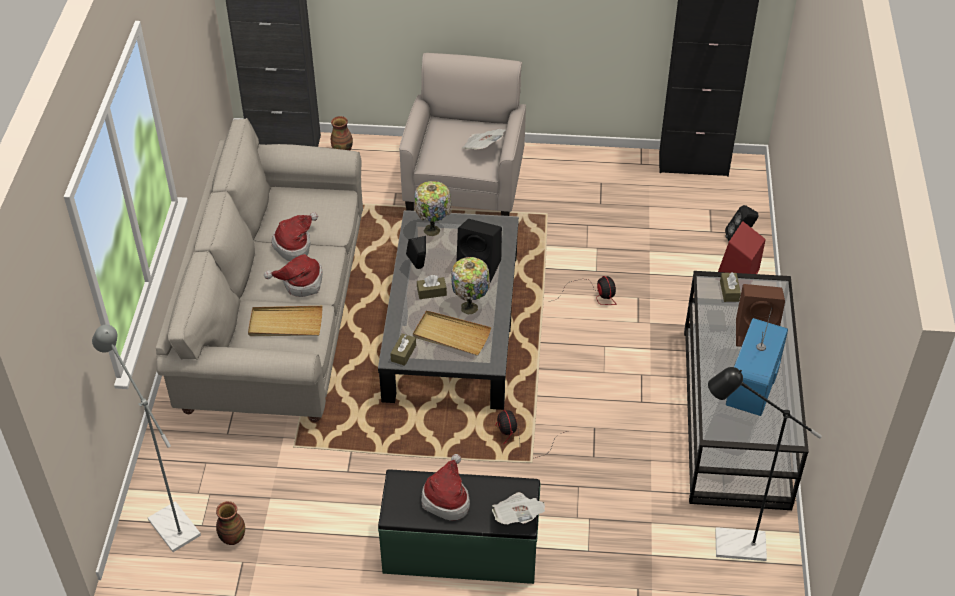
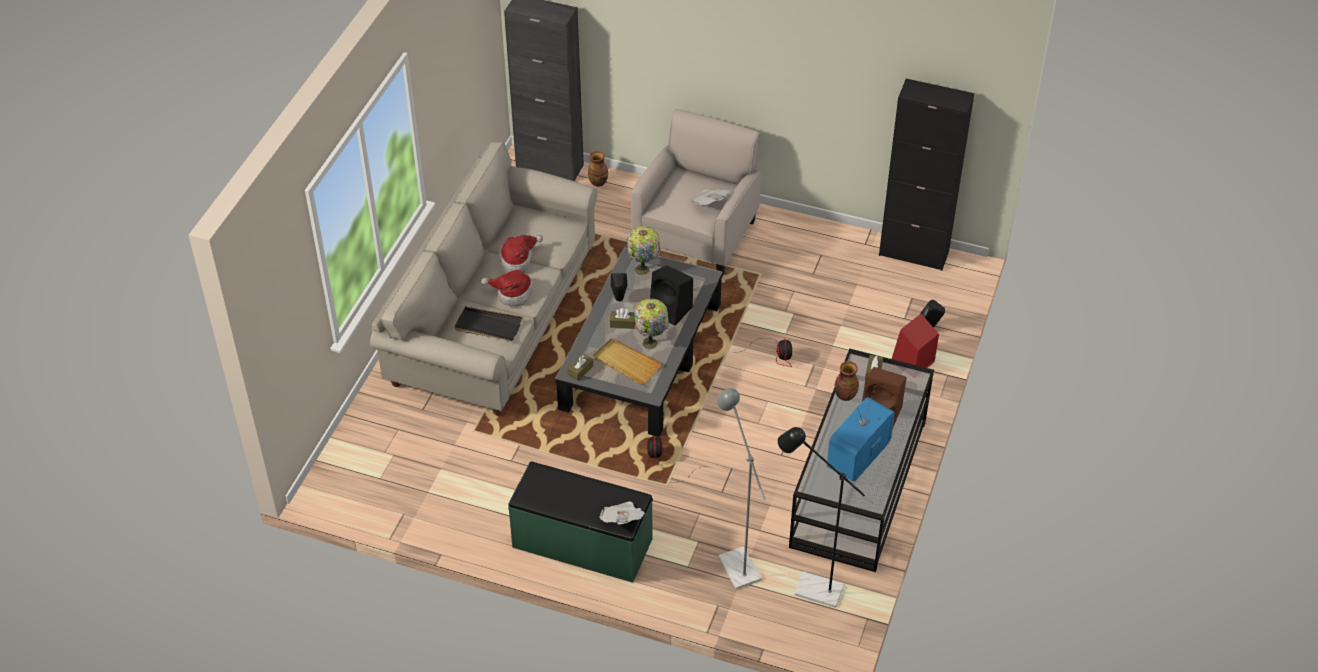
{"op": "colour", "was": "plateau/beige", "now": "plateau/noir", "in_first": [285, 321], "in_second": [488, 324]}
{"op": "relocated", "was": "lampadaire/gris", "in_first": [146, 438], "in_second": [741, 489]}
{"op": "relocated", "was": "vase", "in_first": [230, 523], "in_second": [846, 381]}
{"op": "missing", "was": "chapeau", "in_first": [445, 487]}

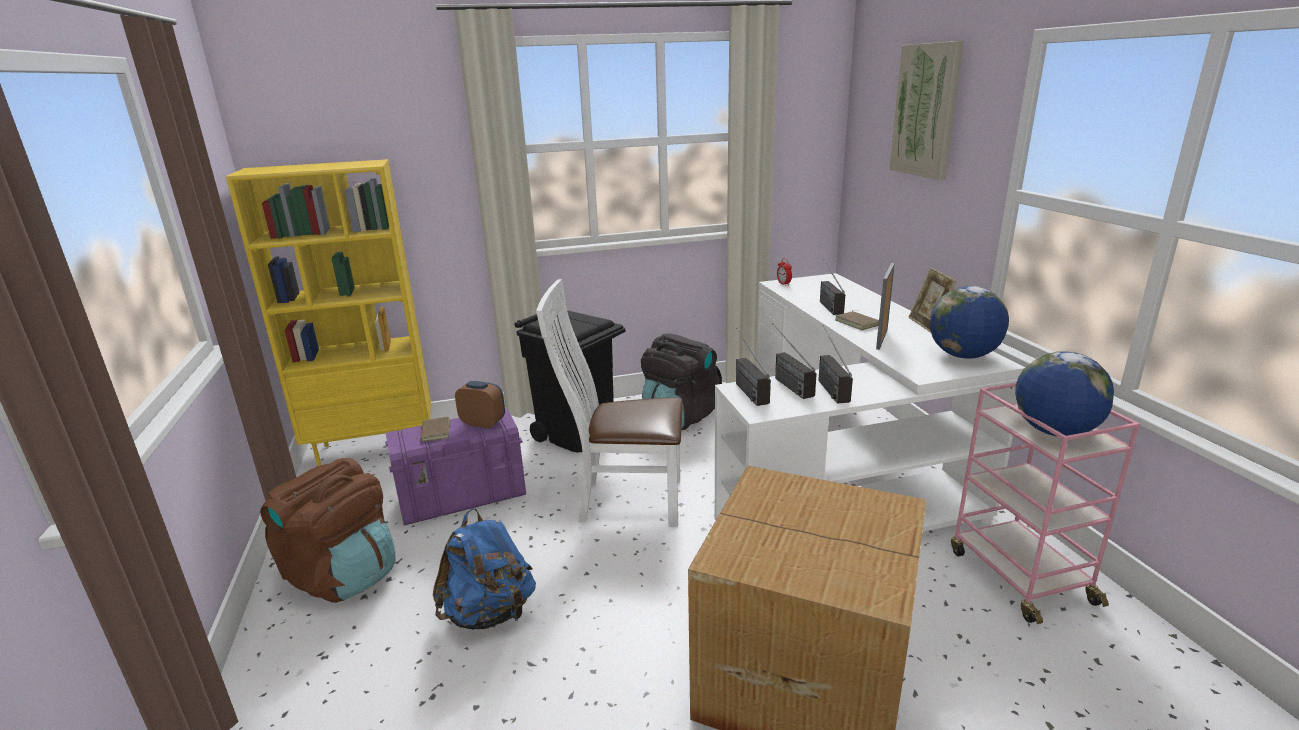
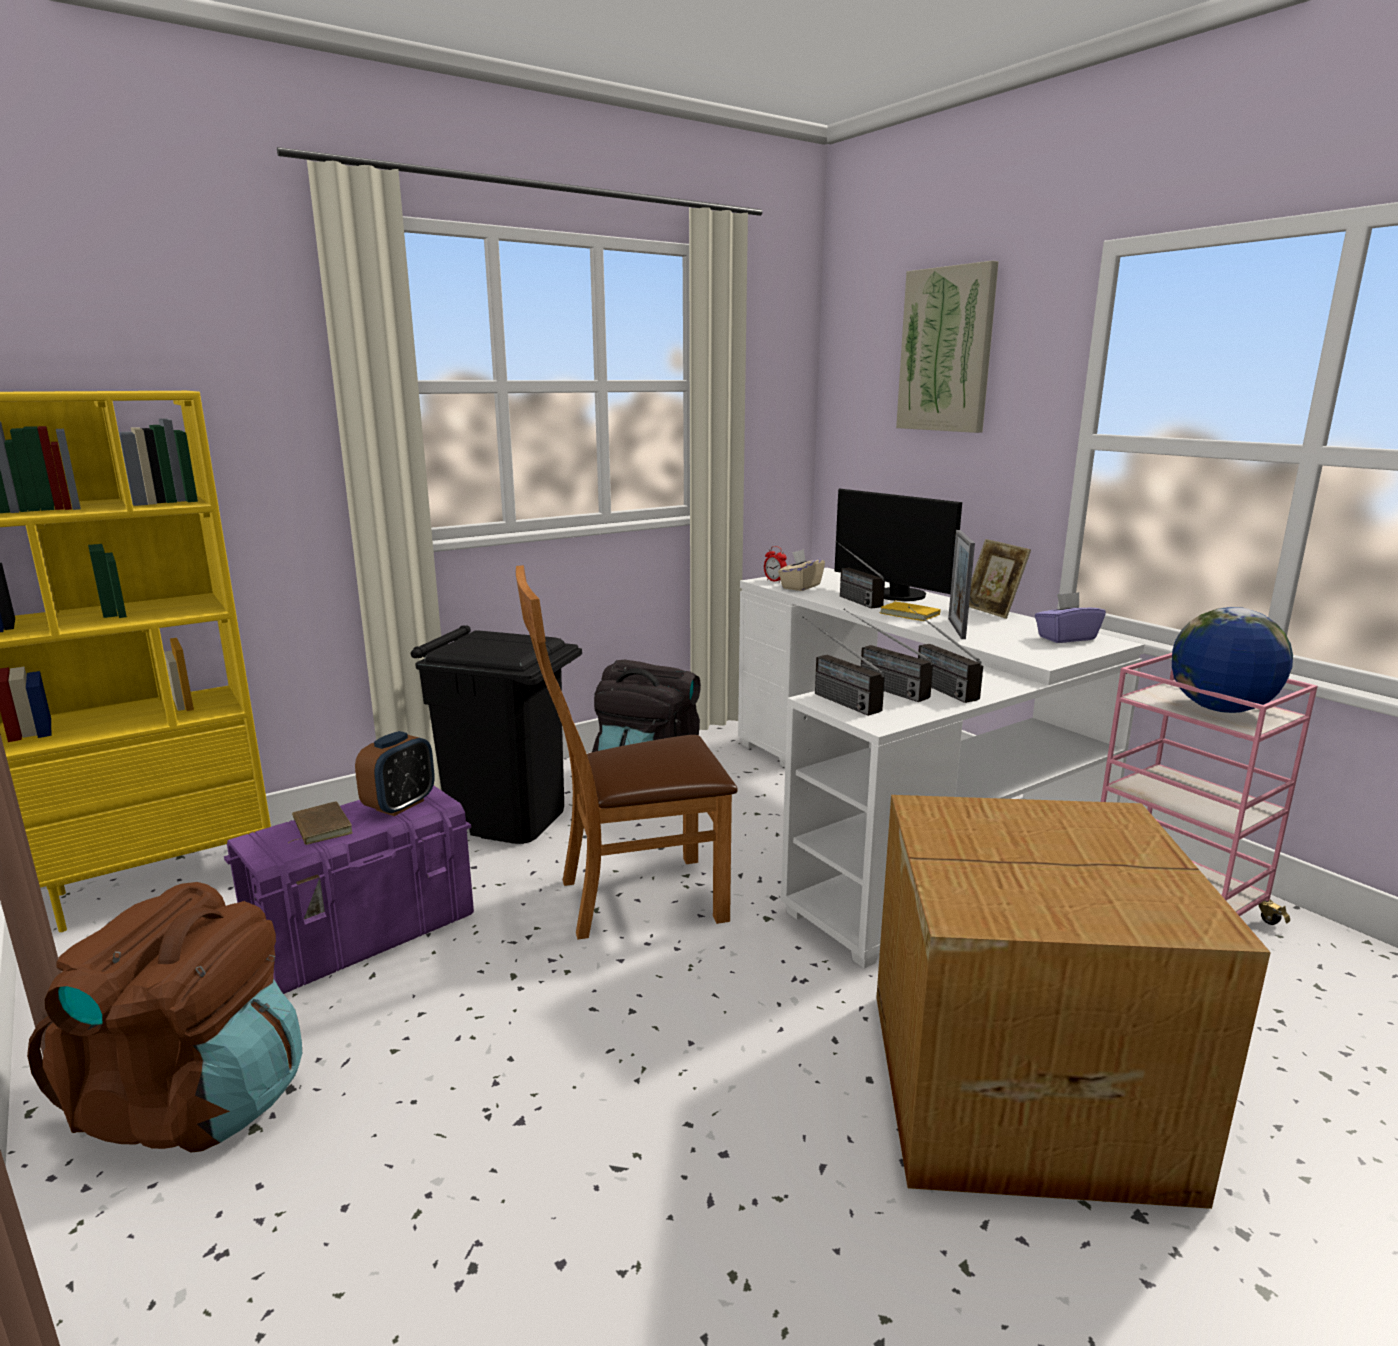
{"op": "spun", "was": "réveil", "in_first": [480, 405], "in_second": [395, 773], "clockwise": 120}
{"op": "colour", "was": "chaise/blanc", "now": "chaise/marron", "in_first": [609, 403], "in_second": [627, 752]}
{"op": "appeared", "now": "boîte à mouchoirs/beige", "in_second": [801, 570]}
{"op": "appeared", "now": "écran d'ordinateur", "in_second": [898, 544]}
{"op": "colour", "was": "livre/marron", "now": "livre/jaune", "in_first": [857, 320], "in_second": [910, 610]}
{"op": "exchanged", "was": "globe", "now": "boîte à mouchoirs/violet", "in_first": [969, 322], "in_second": [1070, 617]}
{"op": "missing", "was": "sac à dos/bleu", "in_first": [484, 569]}

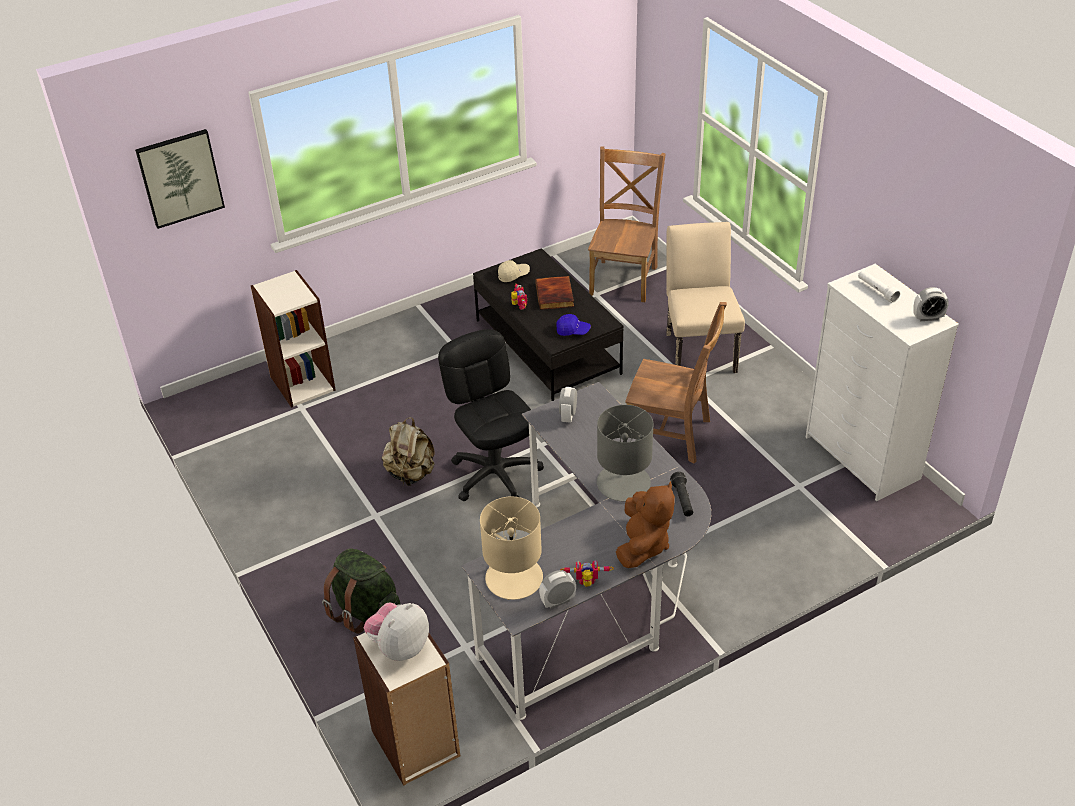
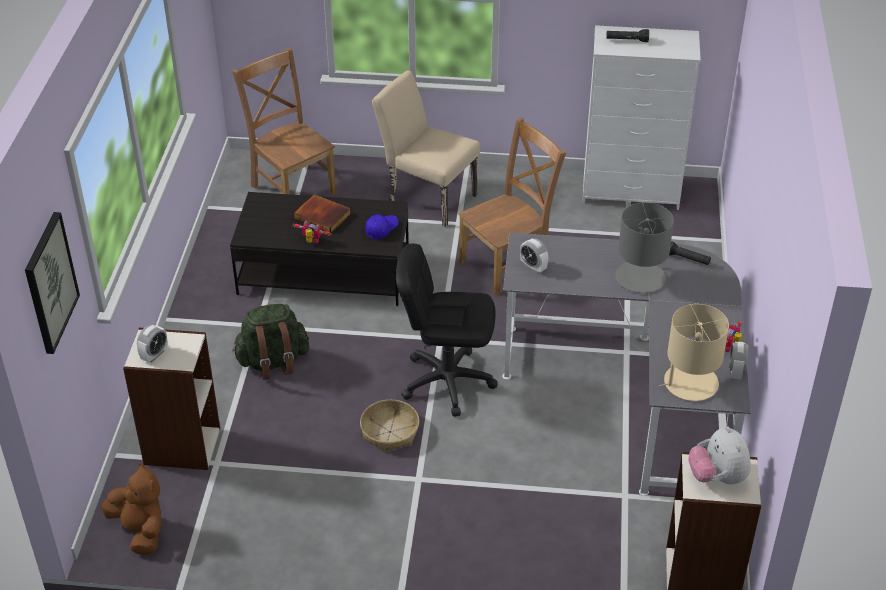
{"op": "relocated", "was": "peluche/marron", "in_first": [645, 524], "in_second": [131, 509]}
{"op": "relocated", "was": "réveil", "in_first": [931, 304], "in_second": [152, 343]}
{"op": "relocated", "was": "sac à dos/vert", "in_first": [361, 591], "in_second": [271, 342]}
{"op": "exchanged", "was": "sac à dos/beige", "now": "panier", "in_first": [408, 452], "in_second": [390, 426]}
{"op": "colour", "was": "lampe de poche/blanc", "now": "lampe de poche/noir", "in_first": [879, 286], "in_second": [627, 35]}
{"op": "missing", "was": "casquette/beige", "in_first": [514, 271]}

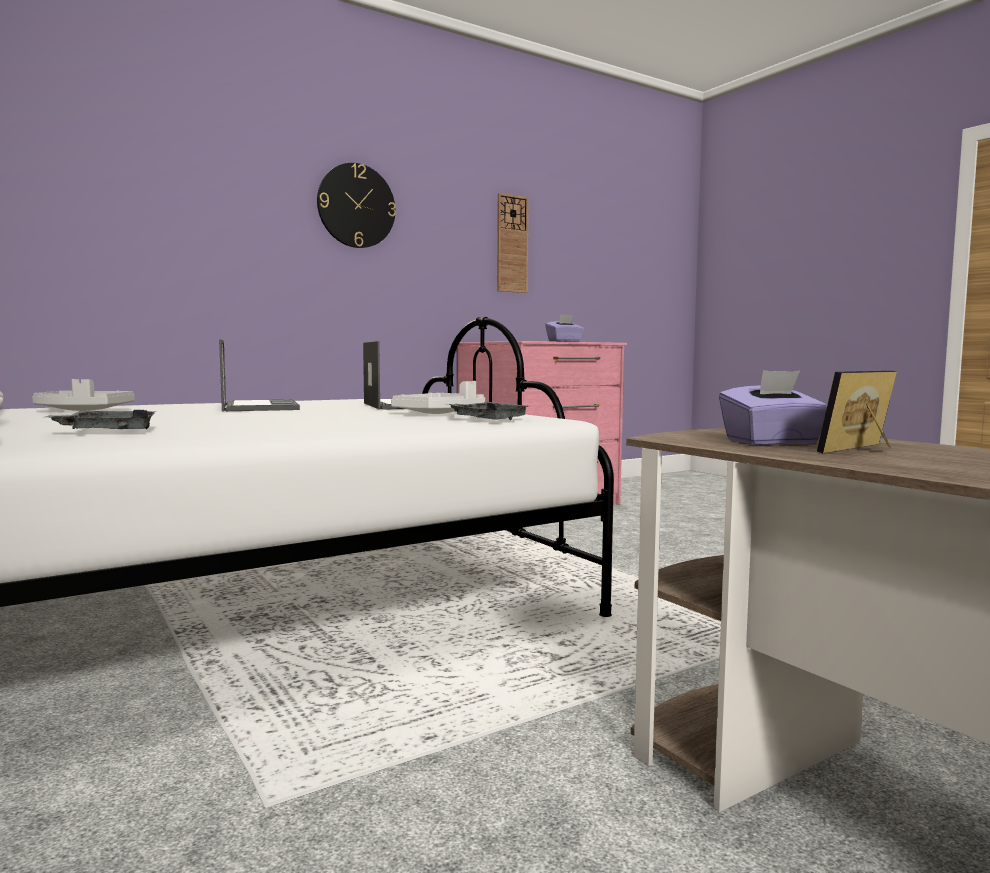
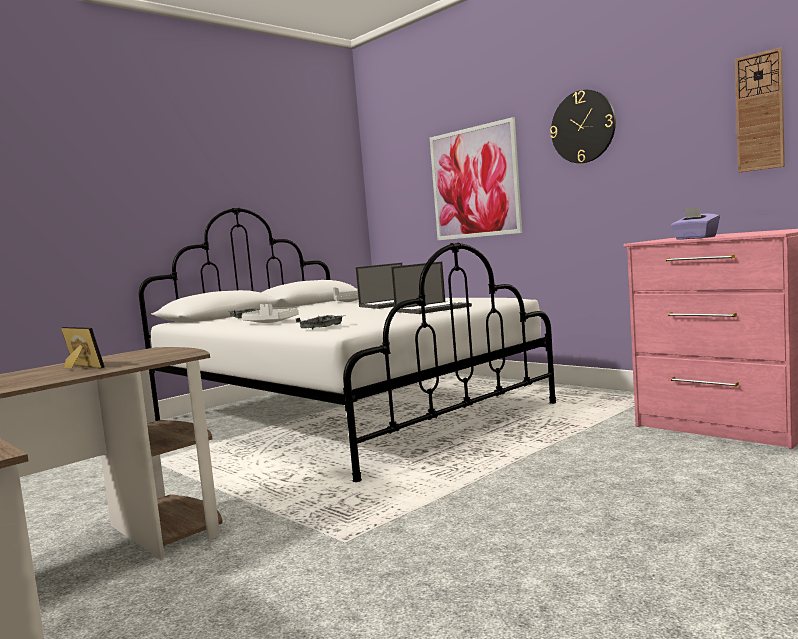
{"op": "relocated", "was": "plateau/blanc", "in_first": [438, 397], "in_second": [270, 313]}
{"op": "appeared", "now": "tableau", "in_second": [476, 178]}
{"op": "missing", "was": "boîte à mouchoirs/violet", "in_first": [773, 407]}

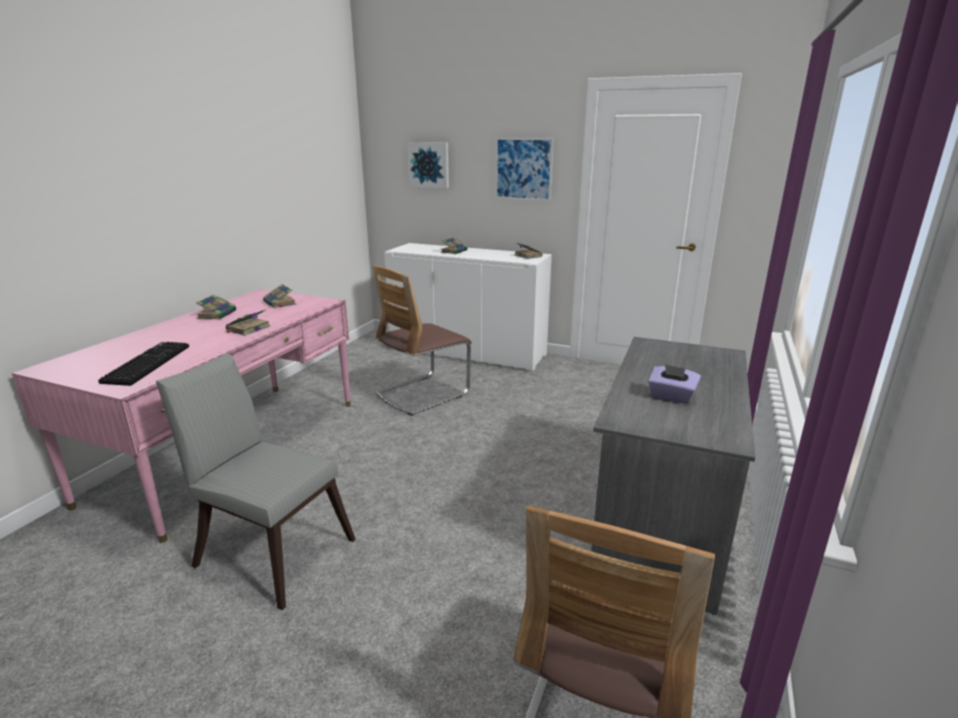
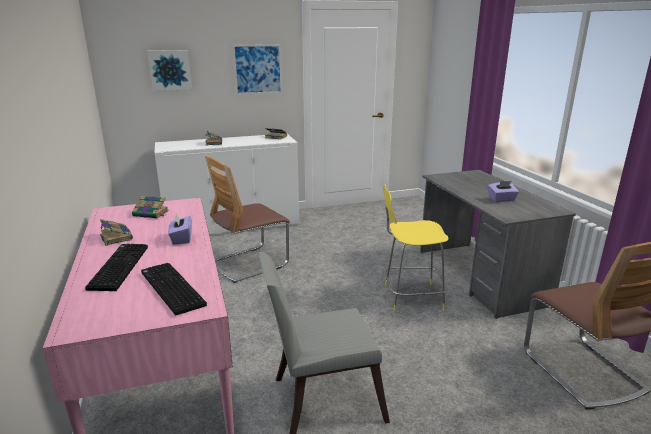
{"op": "appeared", "now": "clavier", "in_second": [116, 267]}
{"op": "exchanged", "was": "livre", "now": "boîte à mouchoirs/violet", "in_first": [248, 322], "in_second": [180, 228]}
{"op": "spun", "was": "chaise", "in_first": [422, 341], "in_second": [247, 219], "clockwise": 45}
{"op": "appeared", "now": "tabouret/jaune", "in_second": [416, 248]}

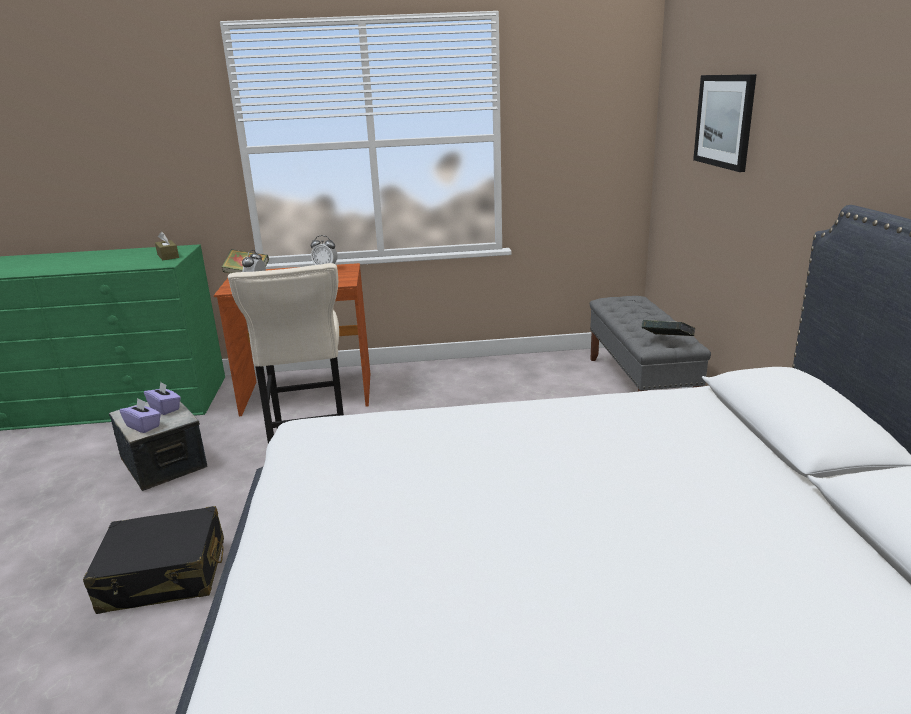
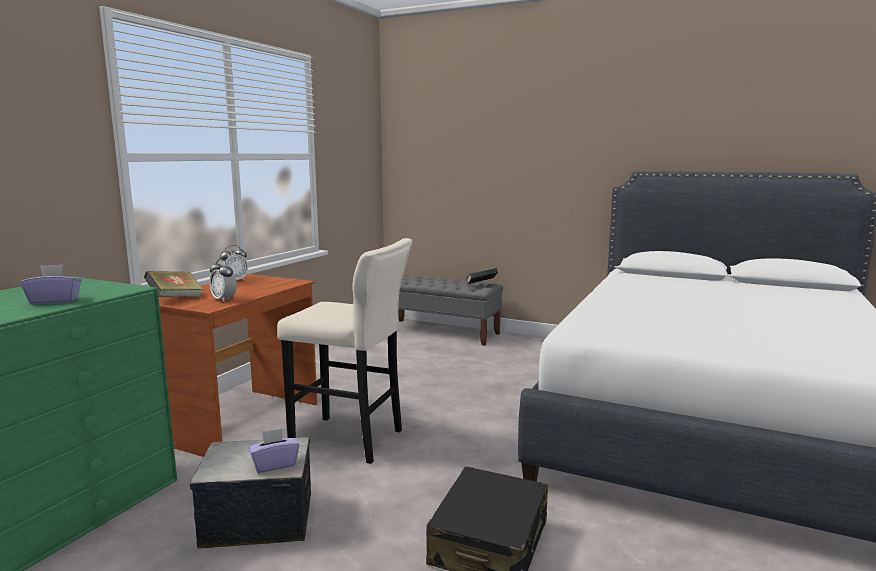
{"op": "relocated", "was": "boîte à mouchoirs/violet", "in_first": [162, 398], "in_second": [51, 284]}
{"op": "missing", "was": "boîte à mouchoirs/marron", "in_first": [167, 245]}
{"op": "missing", "was": "tableau", "in_first": [725, 123]}

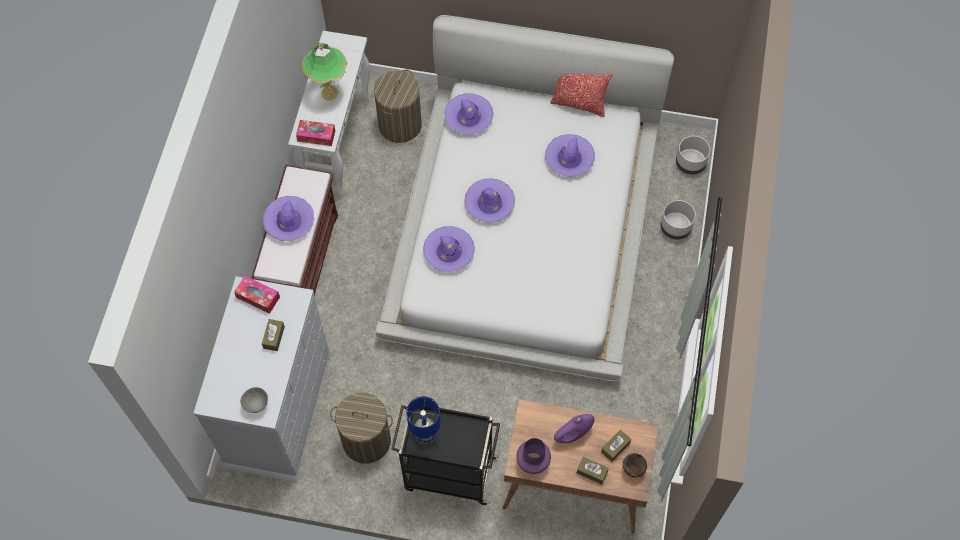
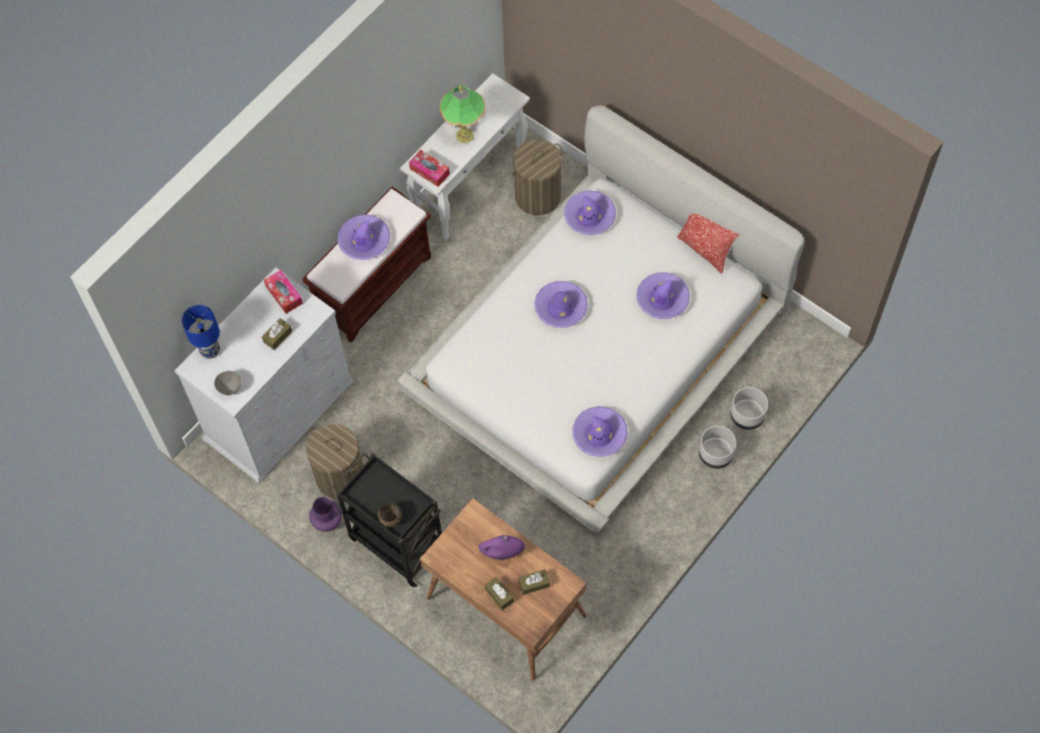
{"op": "relocated", "was": "lampe de table/bleu", "in_first": [423, 420], "in_second": [201, 332]}
{"op": "relocated", "was": "vase/violet", "in_first": [533, 456], "in_second": [325, 514]}
{"op": "relocated", "was": "bol/marron", "in_first": [635, 465], "in_second": [390, 515]}
{"op": "relocated", "was": "chapeau/violet", "in_first": [449, 249], "in_second": [600, 431]}
{"op": "relocated", "was": "cache-pot/gris", "in_first": [693, 155], "in_second": [717, 447]}

